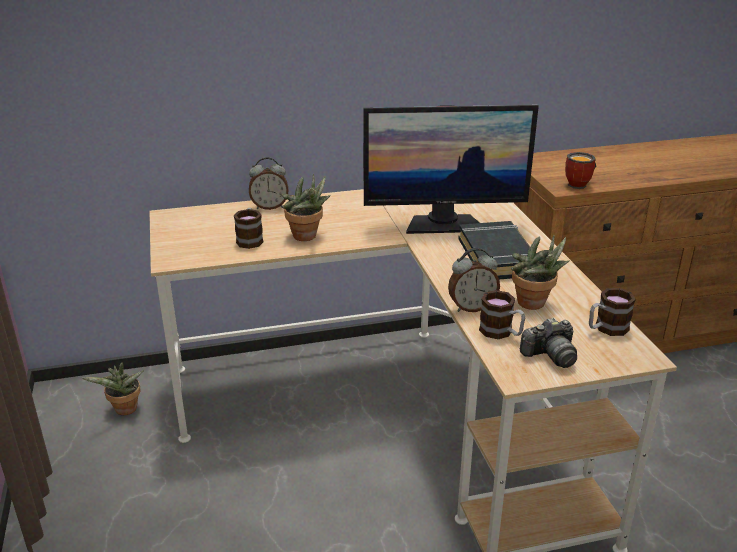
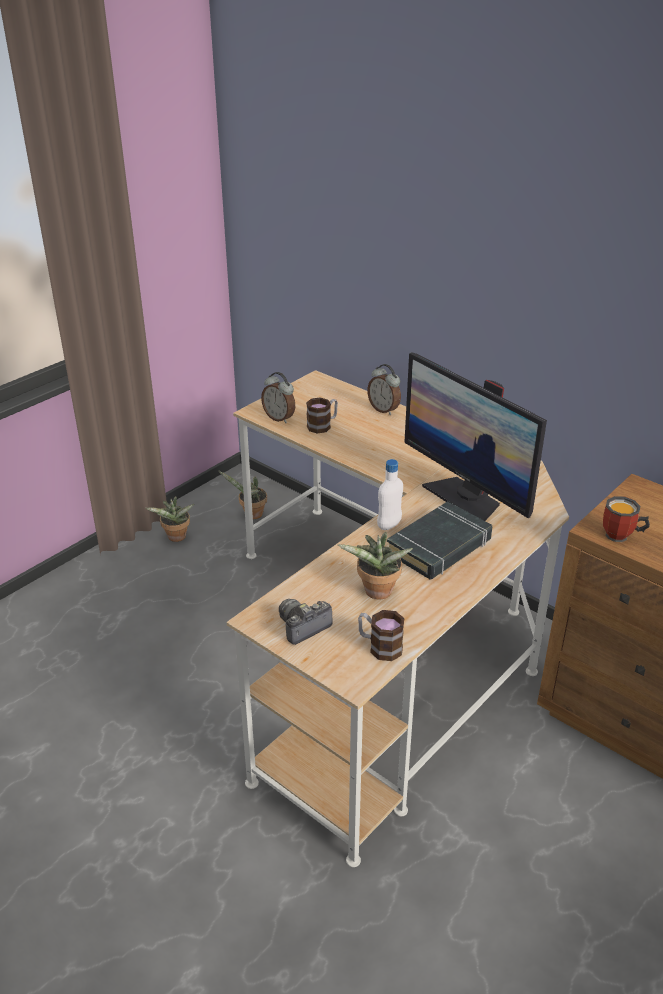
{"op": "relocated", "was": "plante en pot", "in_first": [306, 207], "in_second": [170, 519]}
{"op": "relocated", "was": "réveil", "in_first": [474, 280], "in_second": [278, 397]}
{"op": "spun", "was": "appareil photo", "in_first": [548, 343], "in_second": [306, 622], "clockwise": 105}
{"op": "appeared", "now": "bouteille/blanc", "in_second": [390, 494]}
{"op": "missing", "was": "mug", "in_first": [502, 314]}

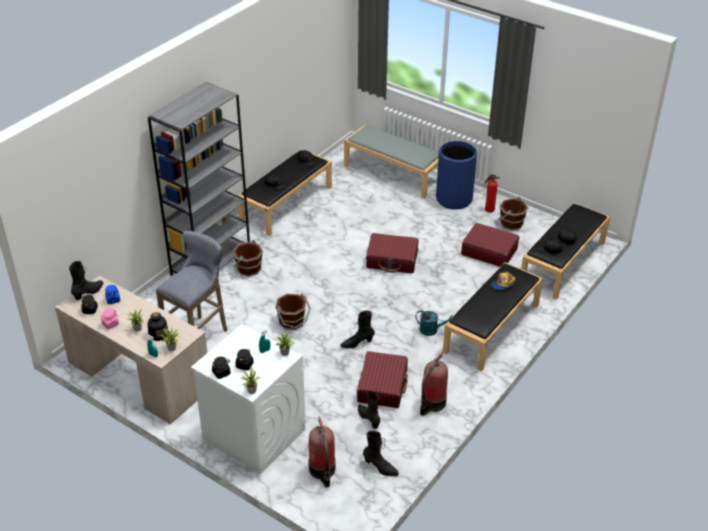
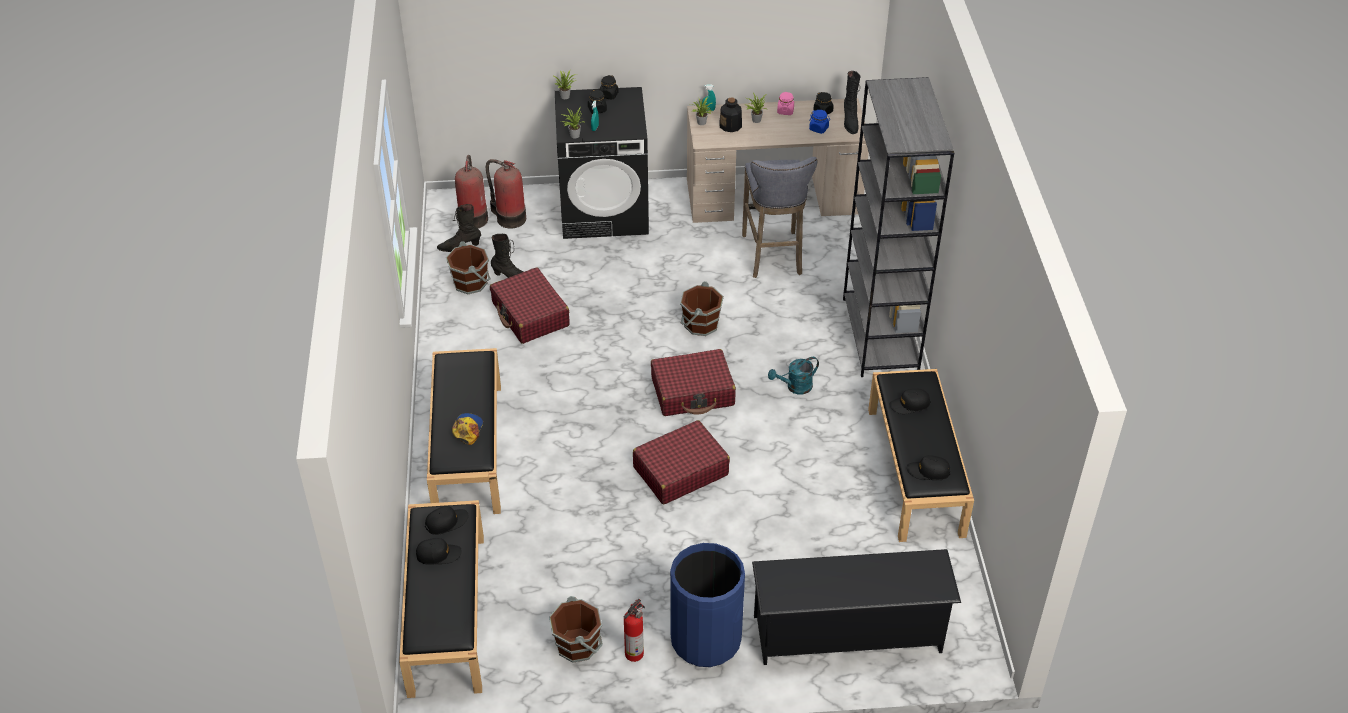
{"op": "relocated", "was": "seau/marron", "in_first": [248, 258], "in_second": [468, 267]}
{"op": "relocated", "was": "extincteur", "in_first": [434, 384], "in_second": [471, 191]}
{"op": "colour", "was": "lave-linge/blanc", "now": "lave-linge/noir", "in_first": [248, 399], "in_second": [602, 163]}
{"op": "relocated", "was": "valise/rouge", "in_first": [490, 245], "in_second": [693, 382]}
{"op": "exchanged", "was": "banc/gris", "now": "étagère à chaussures/noir", "in_first": [391, 162], "in_second": [856, 607]}
{"op": "relocated", "was": "arrosoir/turquoise", "in_first": [434, 323], "in_second": [793, 376]}
{"op": "missing", "was": "botte/noir", "in_first": [357, 329]}

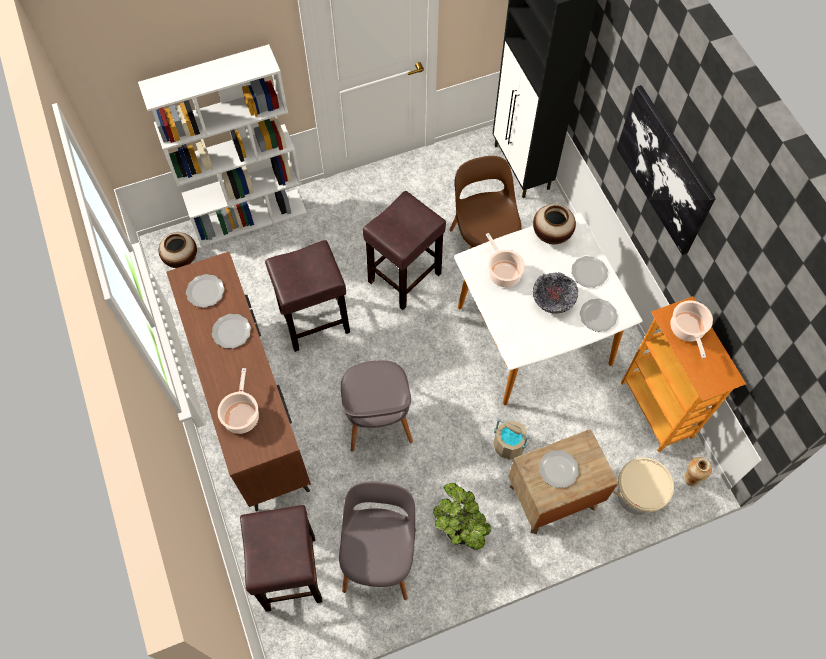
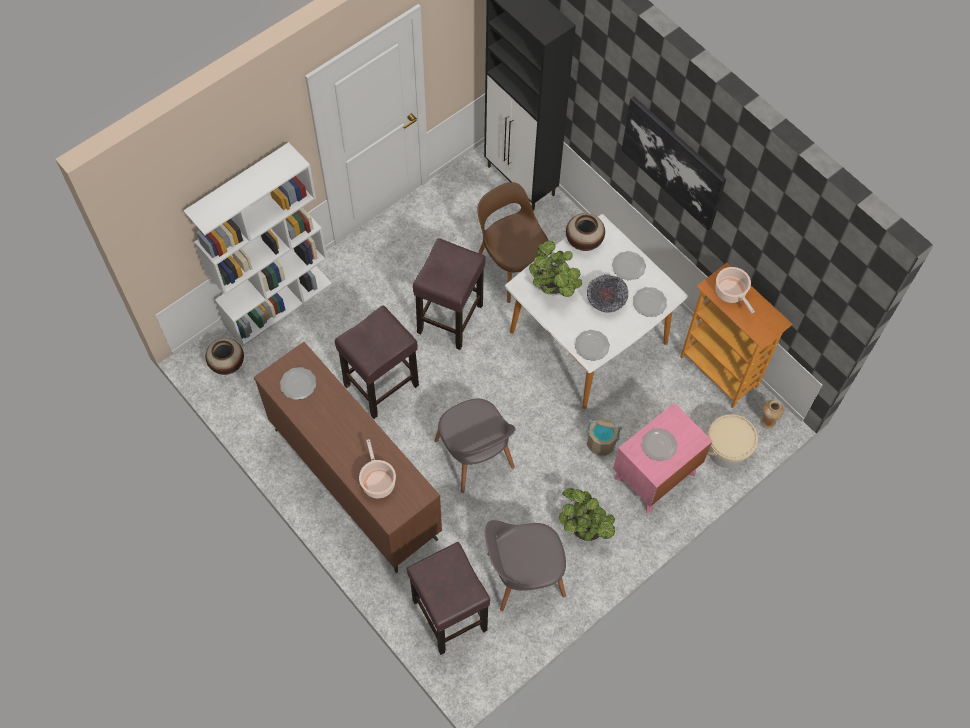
{"op": "spun", "was": "chaise/gris", "in_first": [377, 540], "in_second": [525, 565], "clockwise": -90}
{"op": "exchanged", "was": "marmite", "now": "plante en pot", "in_first": [505, 260], "in_second": [555, 269]}
{"op": "relocated", "was": "assiette", "in_first": [231, 331], "in_second": [592, 345]}
{"op": "colour", "was": "table de chevet/marron", "now": "table de chevet/rose", "in_first": [563, 481], "in_second": [663, 458]}

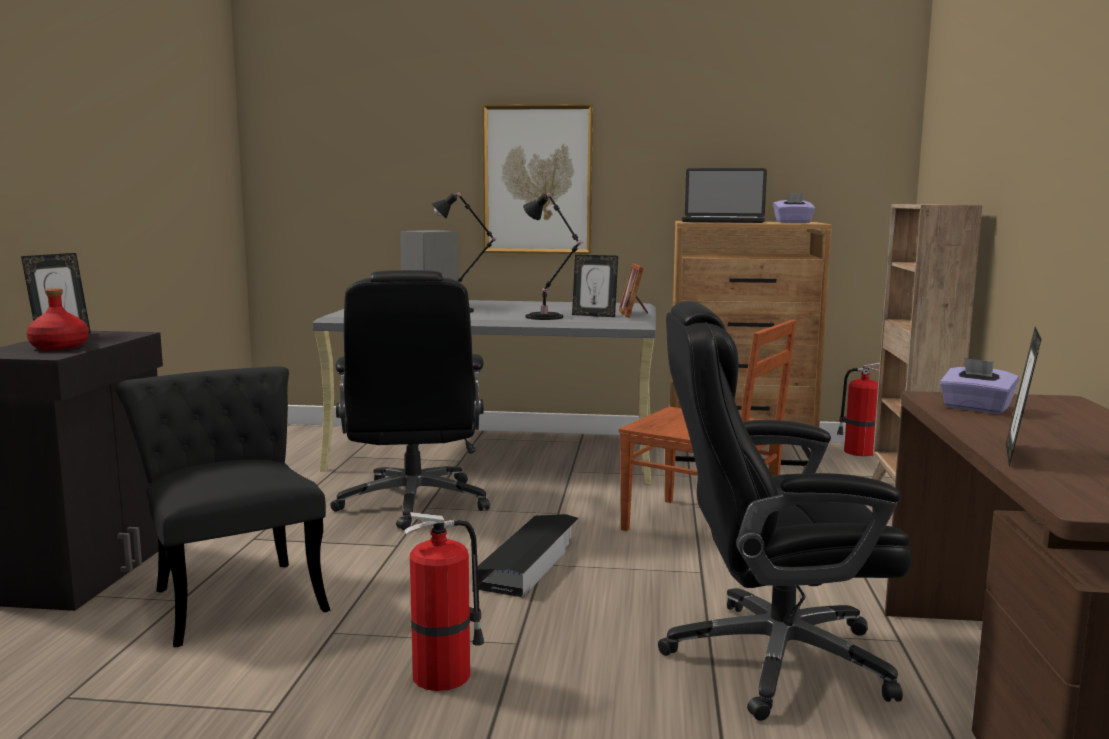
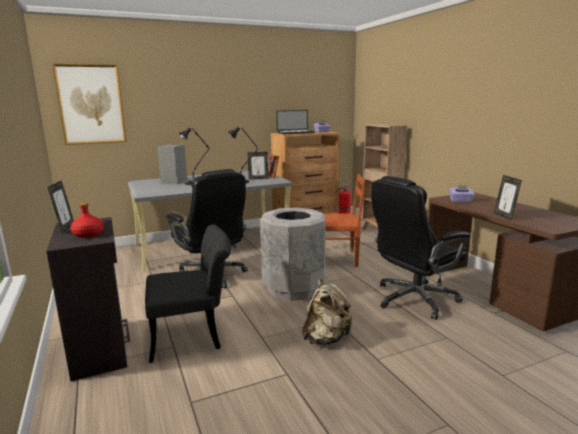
{"op": "relocated", "was": "tableau", "in_first": [537, 179], "in_second": [90, 104]}
{"op": "spun", "was": "chaise/noir", "in_first": [223, 506], "in_second": [188, 294], "clockwise": 135}
{"op": "exchanged", "was": "boîte de rangement/noir", "now": "poubelle/gris", "in_first": [528, 555], "in_second": [293, 254]}
{"op": "exchanged", "was": "extincteur", "now": "sac à dos/beige", "in_first": [445, 601], "in_second": [327, 312]}

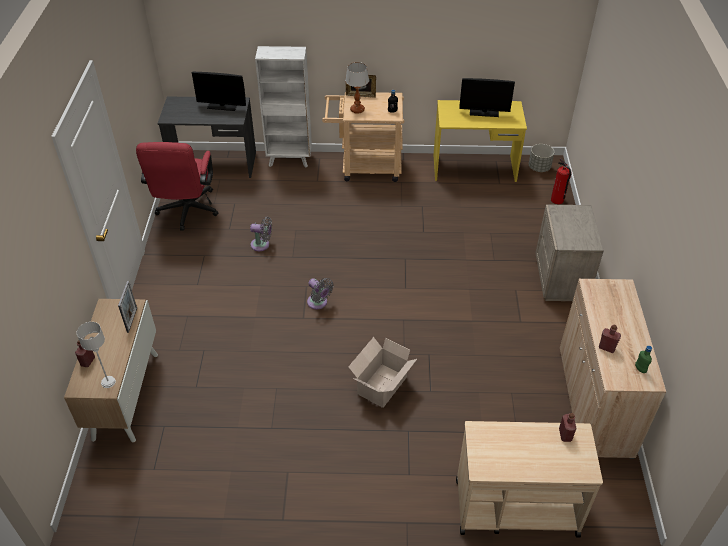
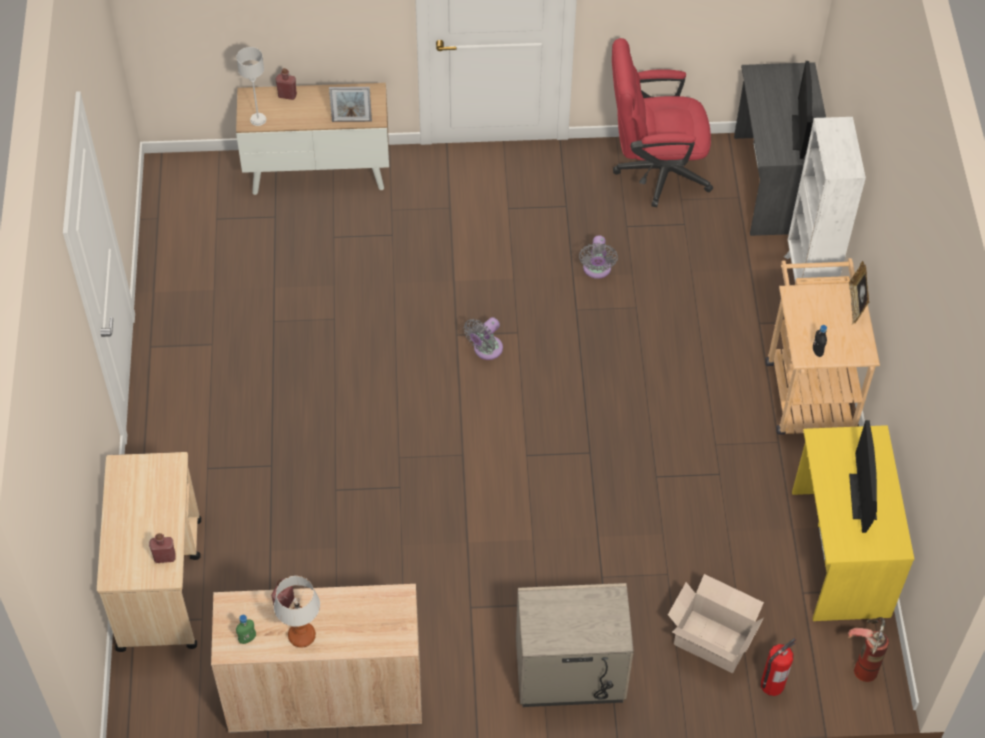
{"op": "relocated", "was": "lampe de table", "in_first": [357, 88], "in_second": [297, 612]}
{"op": "relocated", "was": "carton", "in_first": [383, 372], "in_second": [716, 623]}
{"op": "exchanged", "was": "cache-pot/gris", "now": "extincteur", "in_first": [541, 158], "in_second": [868, 649]}

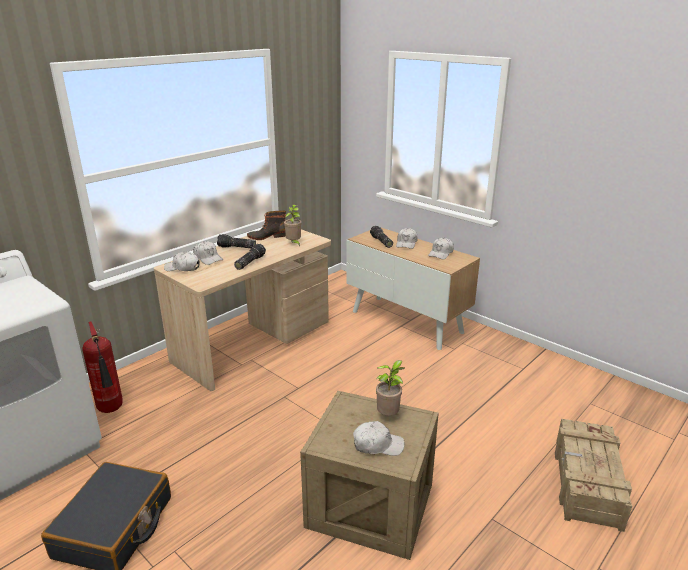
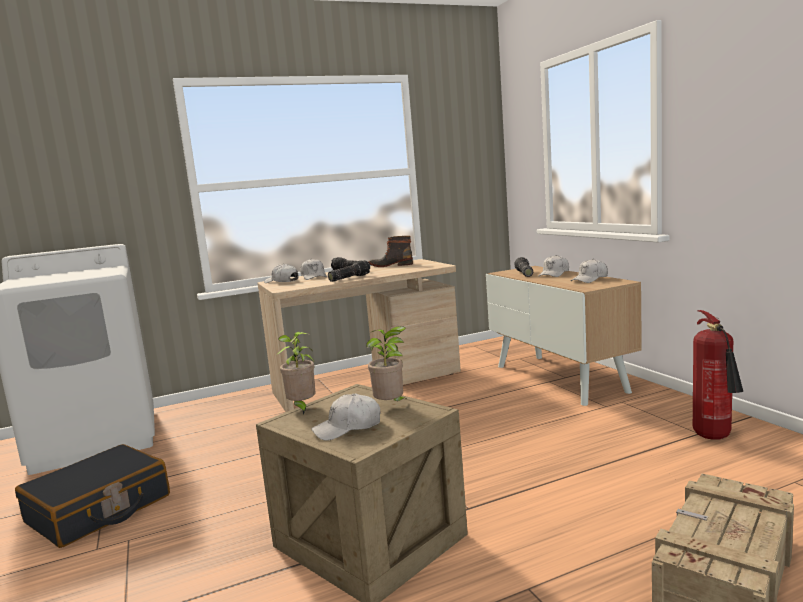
{"op": "relocated", "was": "plante en pot", "in_first": [293, 226], "in_second": [297, 373]}
{"op": "spun", "was": "casquette/blanc", "in_first": [379, 438], "in_second": [345, 417], "clockwise": 135}
{"op": "relocated", "was": "extincteur", "in_first": [102, 367], "in_second": [718, 375]}

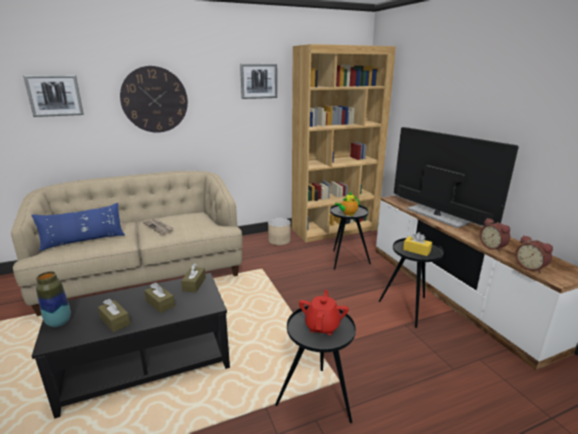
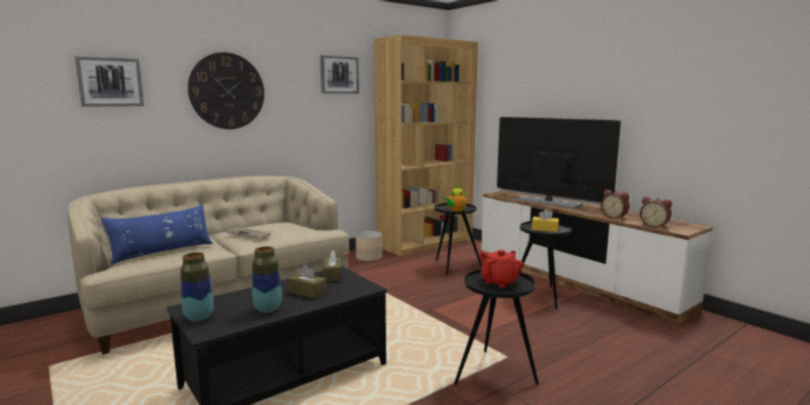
{"op": "exchanged", "was": "boîte à mouchoirs/marron", "now": "vase", "in_first": [114, 315], "in_second": [267, 279]}
{"op": "spun", "was": "théière/rouge", "in_first": [324, 312], "in_second": [502, 269], "clockwise": 45}

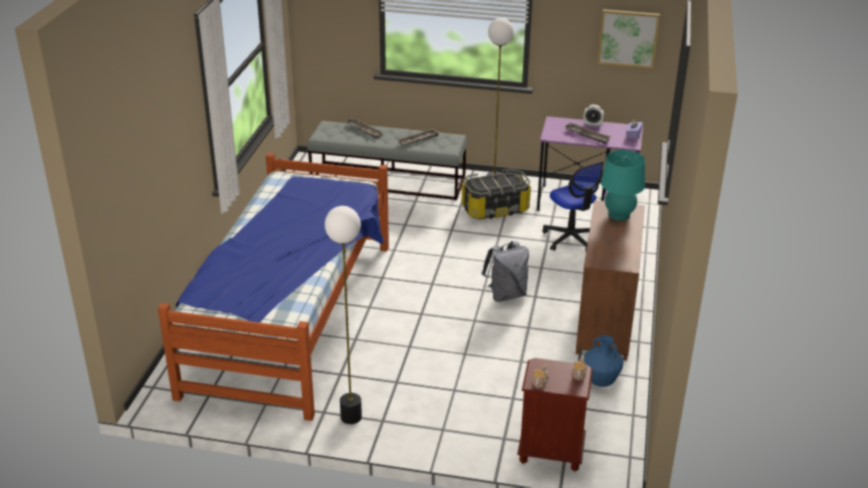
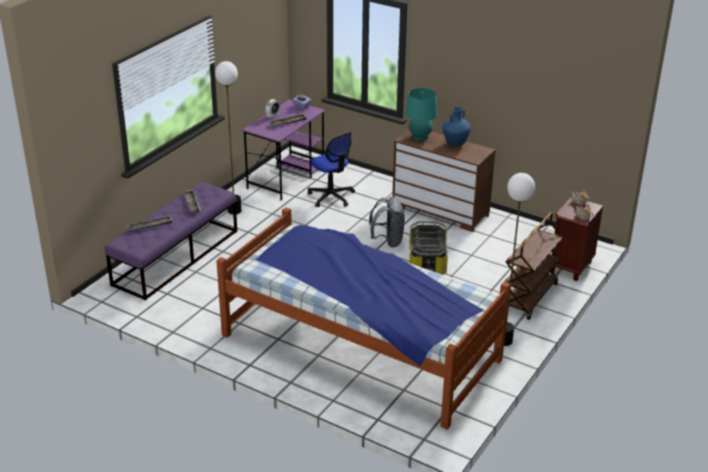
{"op": "colour", "was": "banc/gris", "now": "banc/violet", "in_first": [387, 160], "in_second": [171, 241]}
{"op": "spun", "was": "chaise de bureau", "in_first": [573, 206], "in_second": [331, 170], "clockwise": 60}
{"op": "relocated", "was": "boîte de rangement", "in_first": [496, 194], "in_second": [428, 248]}
{"op": "relocated", "was": "vase/bleu", "in_first": [604, 361], "in_second": [457, 126]}
{"op": "appeared", "now": "chariot/marron", "in_second": [533, 266]}
{"op": "missing", "was": "tableau", "in_first": [628, 38]}

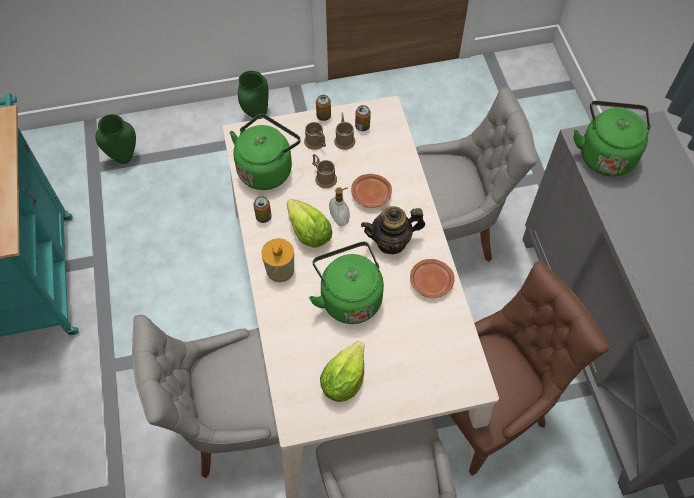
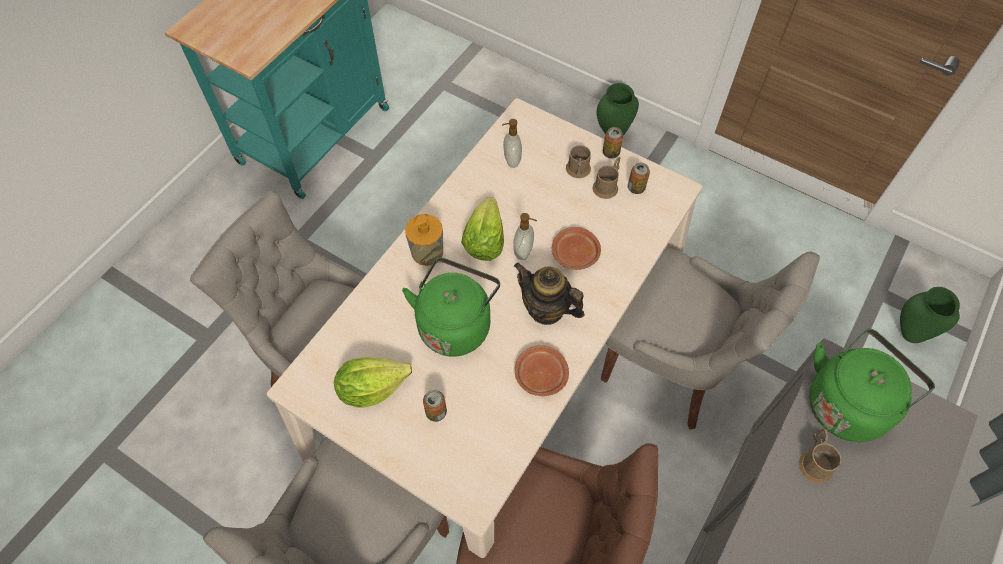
{"op": "relocated", "was": "boîte métallique", "in_first": [262, 209], "in_second": [435, 406]}
{"op": "exchanged", "was": "bouilloire/vert", "now": "distributeur de savon", "in_first": [265, 152], "in_second": [512, 143]}
{"op": "relocated", "was": "mug/marron", "in_first": [324, 171], "in_second": [820, 455]}
{"op": "relocated", "was": "vase/vert", "in_first": [115, 139], "in_second": [930, 315]}

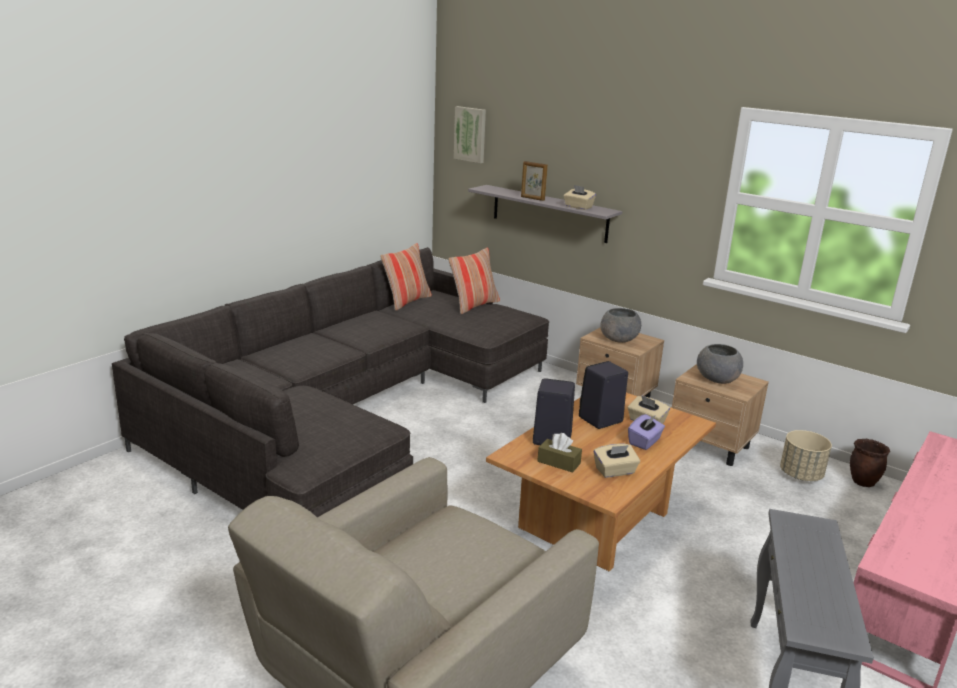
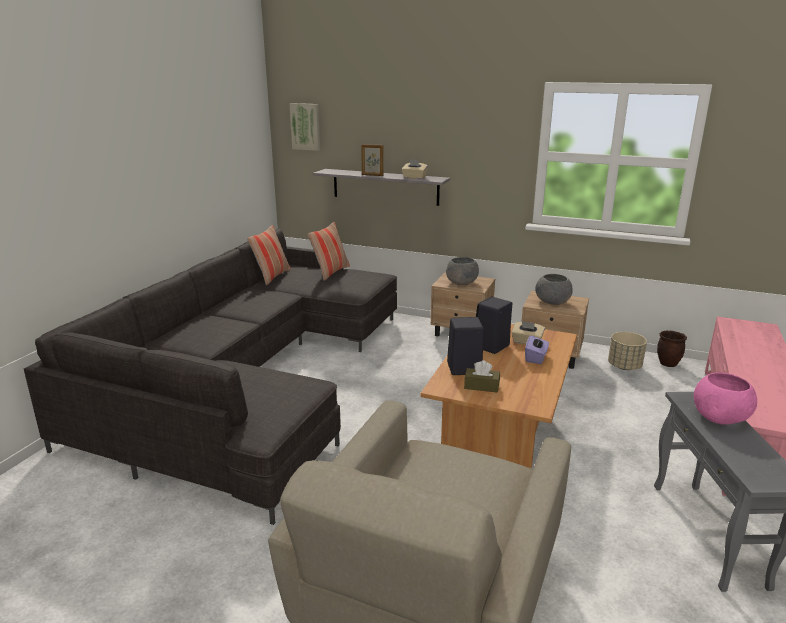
{"op": "appeared", "now": "bol/rose", "in_second": [725, 399]}
{"op": "missing", "was": "boîte à mouchoirs/beige", "in_first": [617, 461]}

